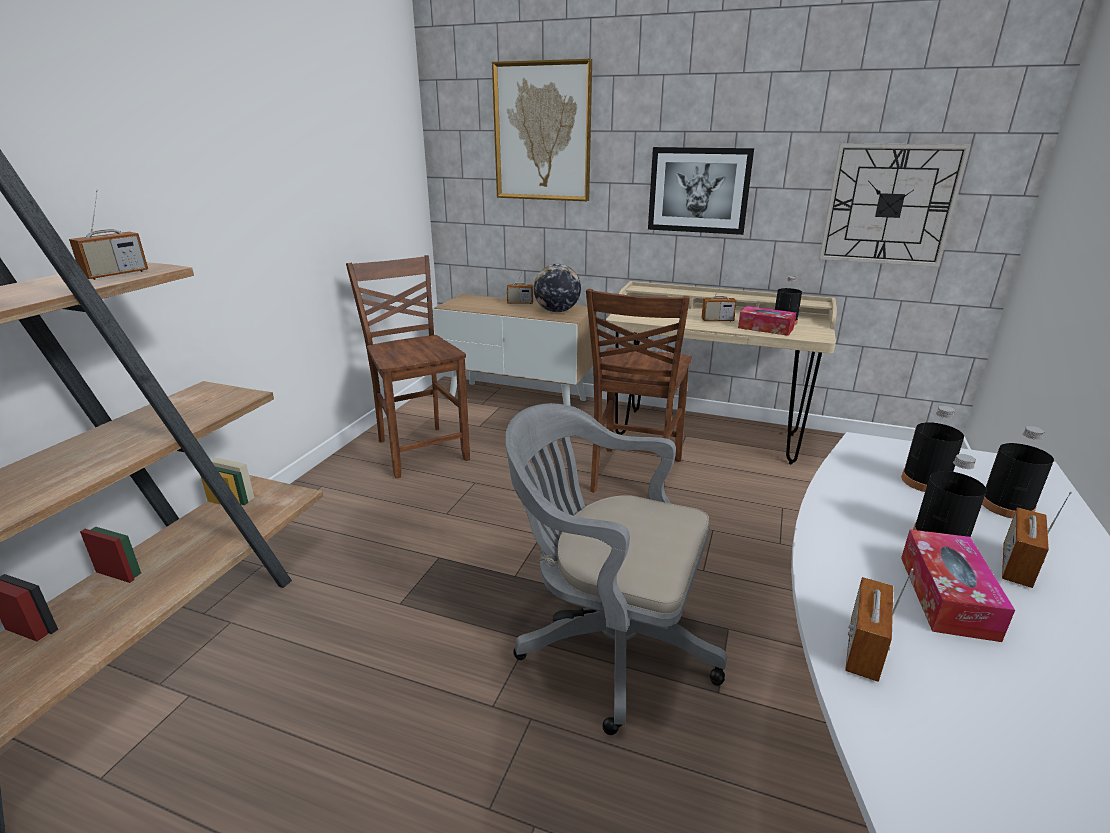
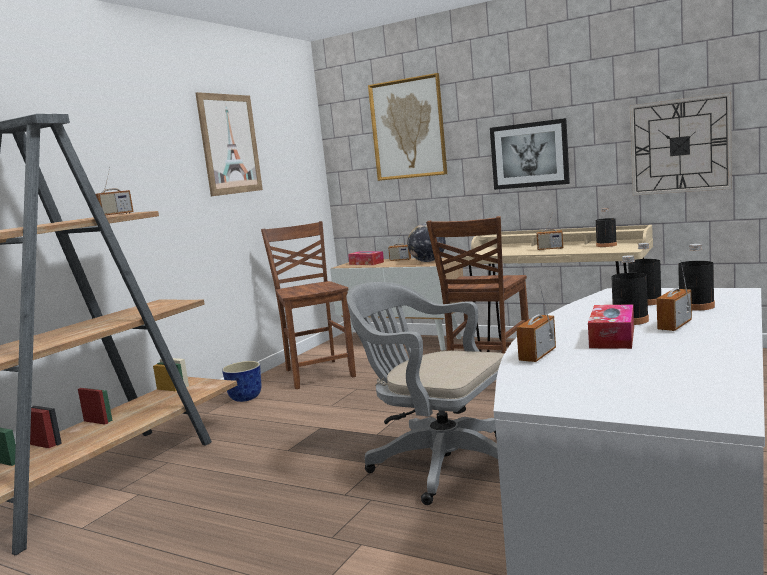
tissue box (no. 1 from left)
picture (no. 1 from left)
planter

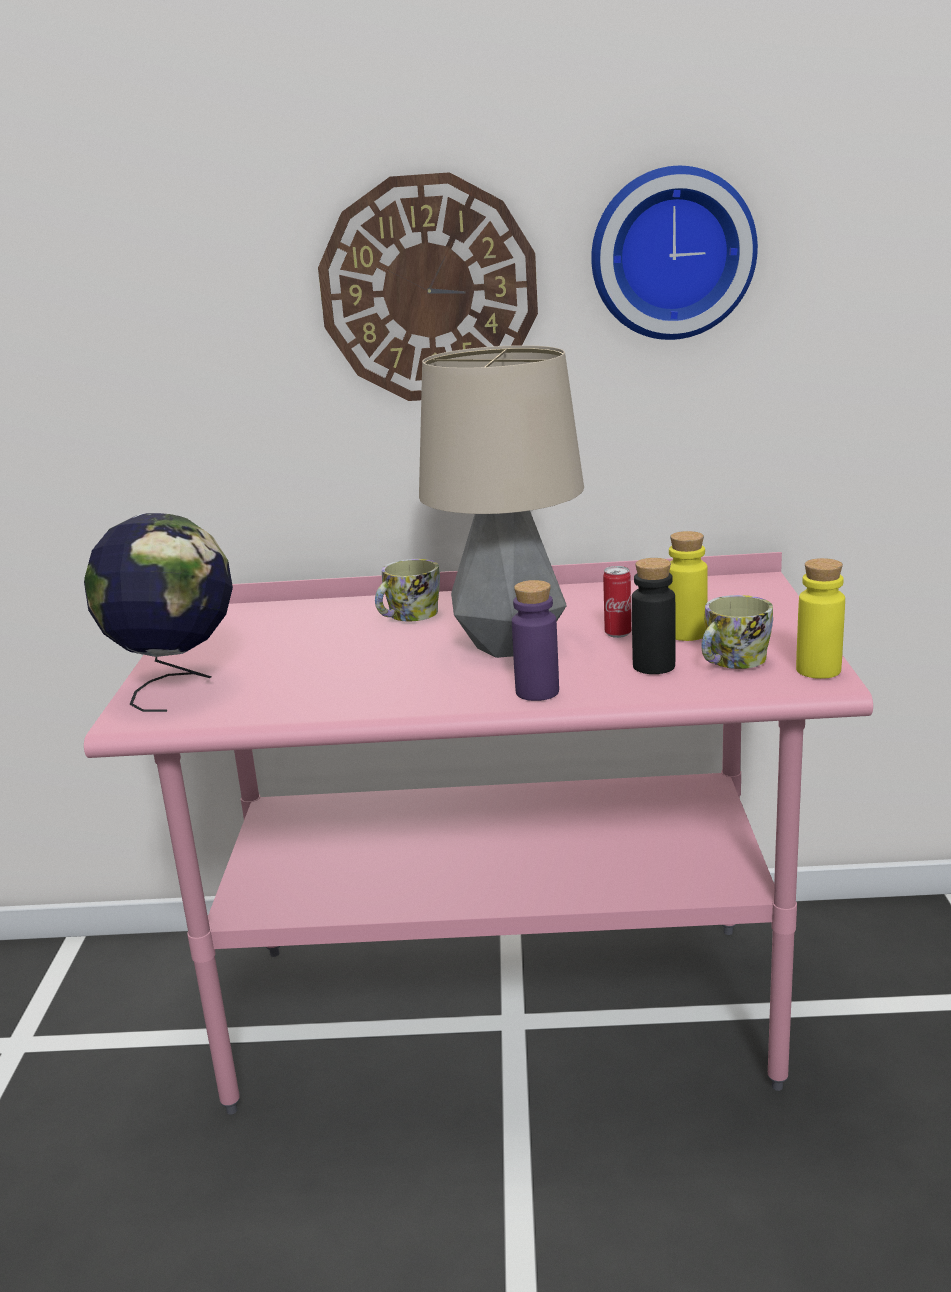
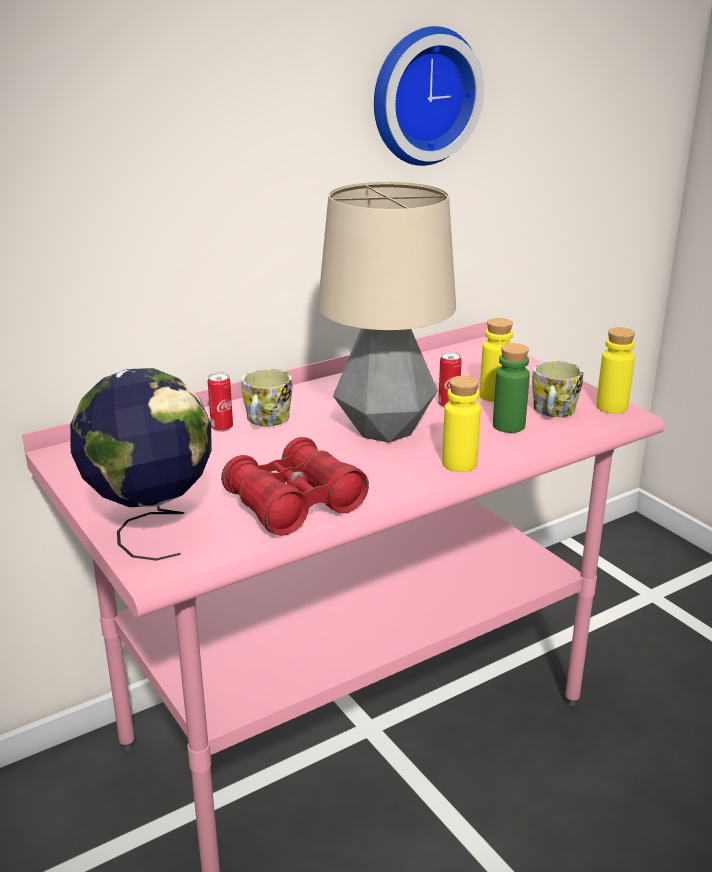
wall clock (no. 1 from left in the first image)
bottle (green)
bottle (yellow) (no. 1 from left)
can (no. 1 from left)
binoculars (red)

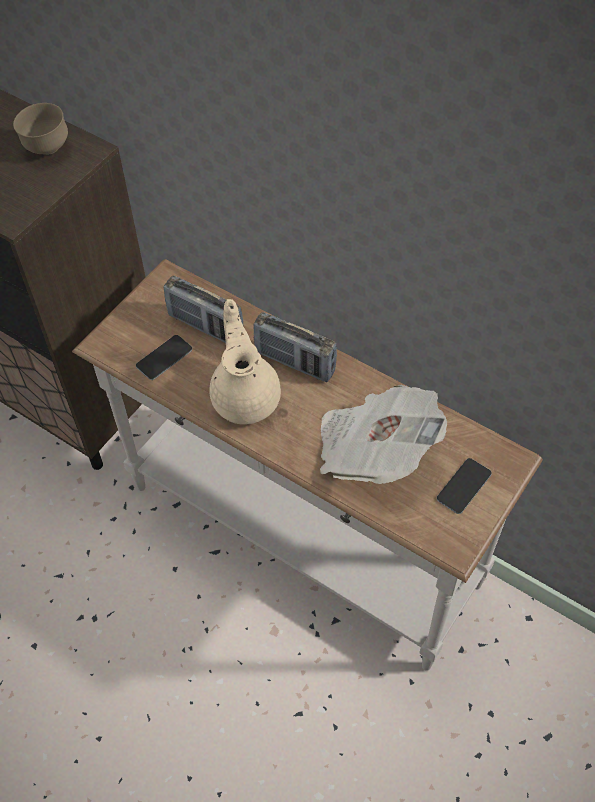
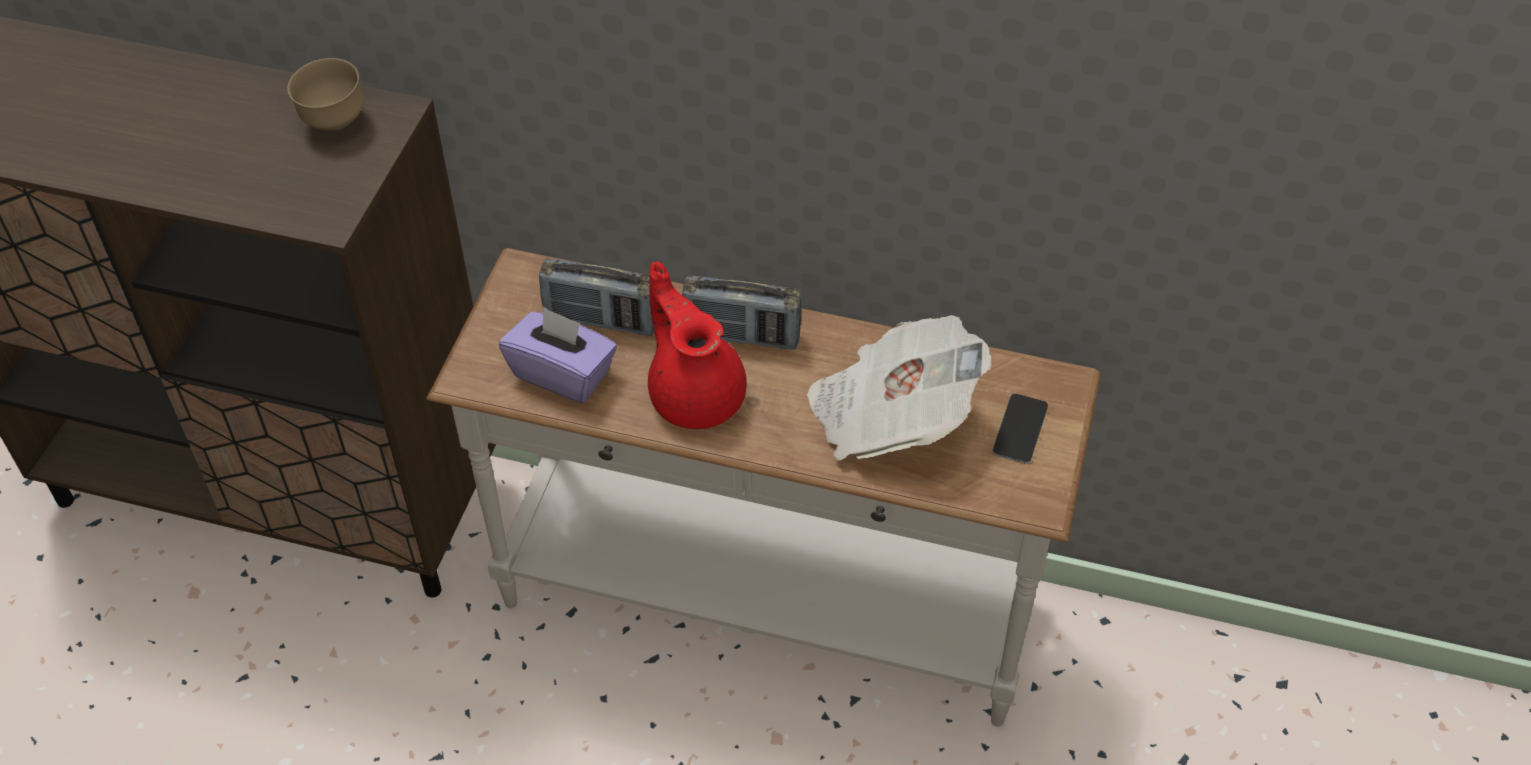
teapot (red)
tissue box (purple)

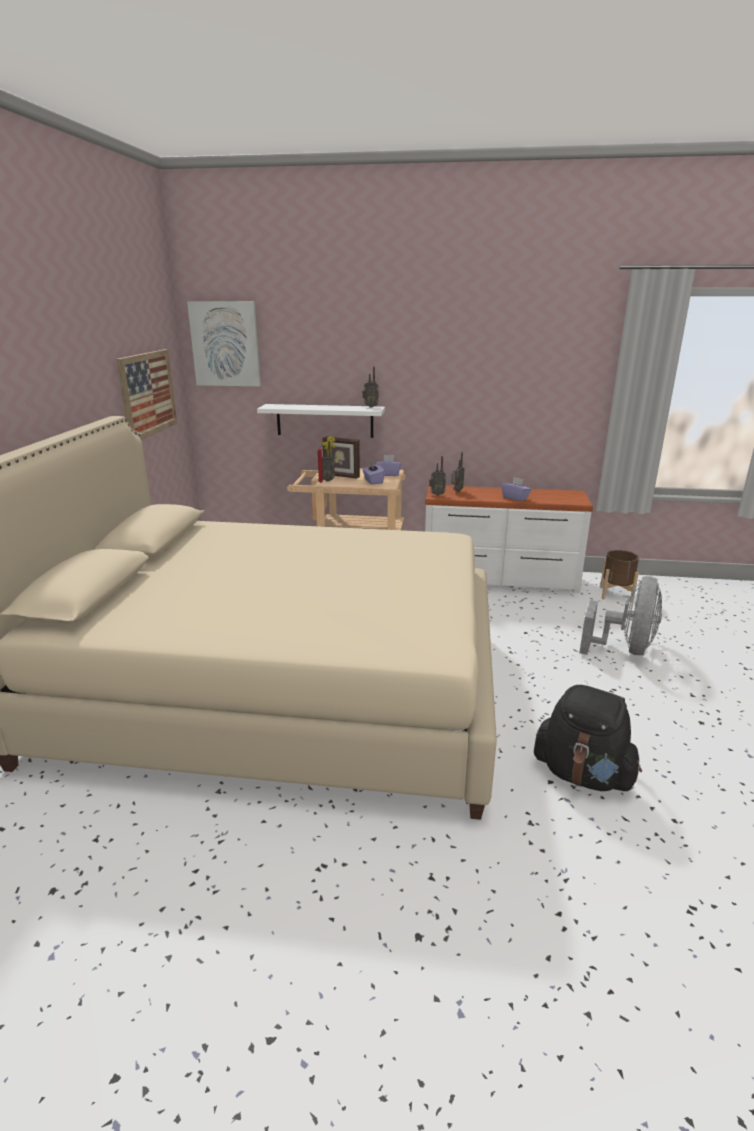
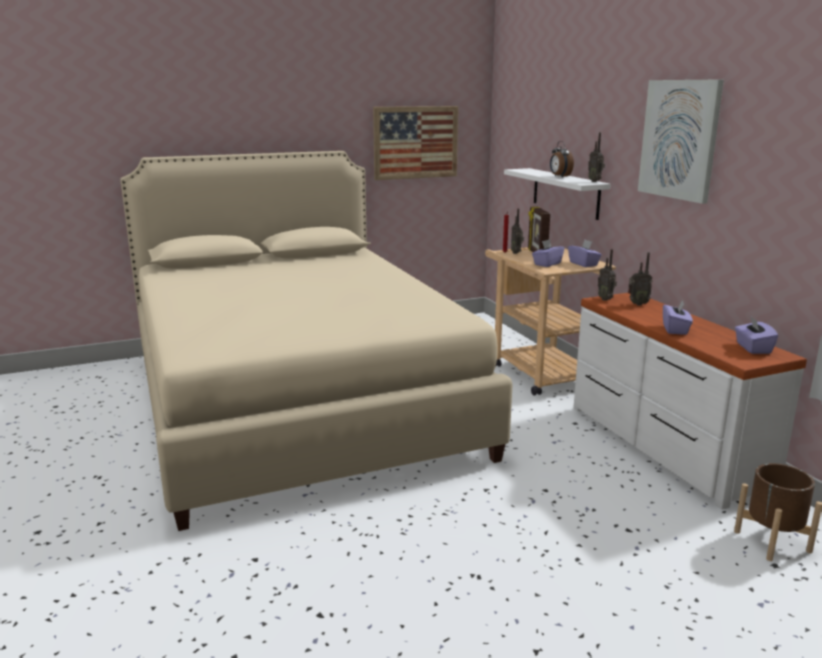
picture (no. 2 from left)
fan (grey)
backpack (black)
alarm clock
tissue box (purple) (no. 4 from left)

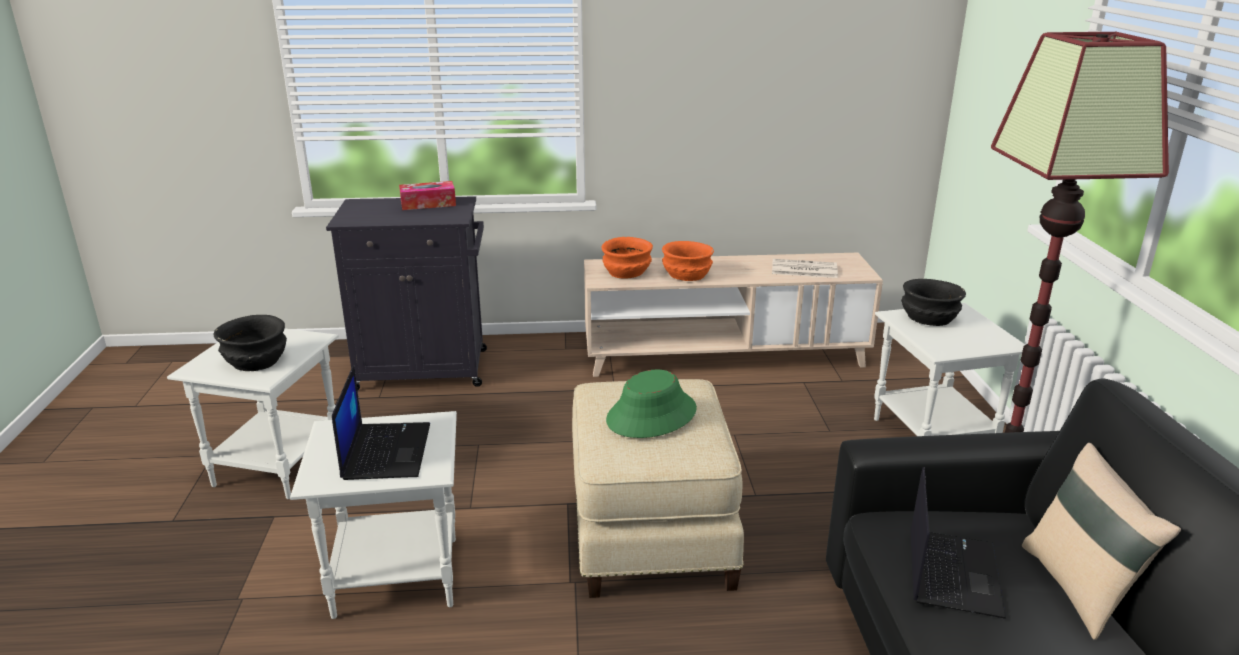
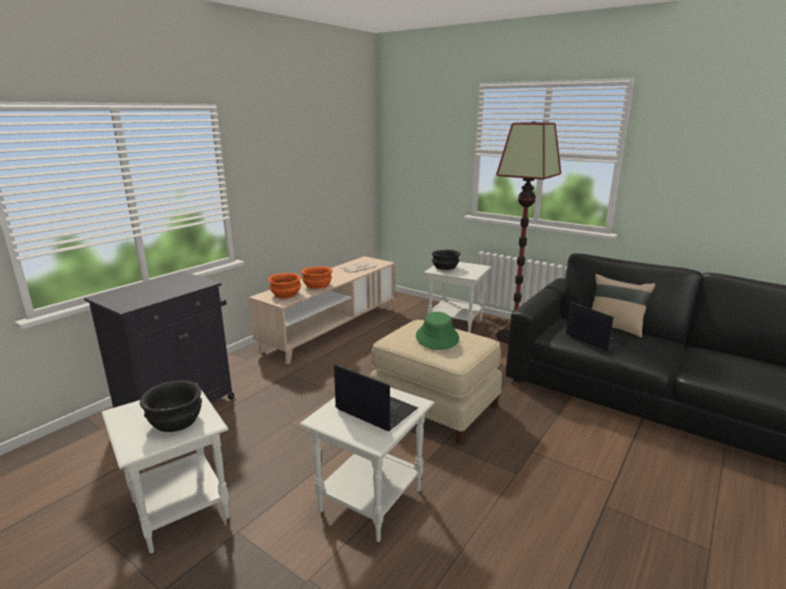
tissue box

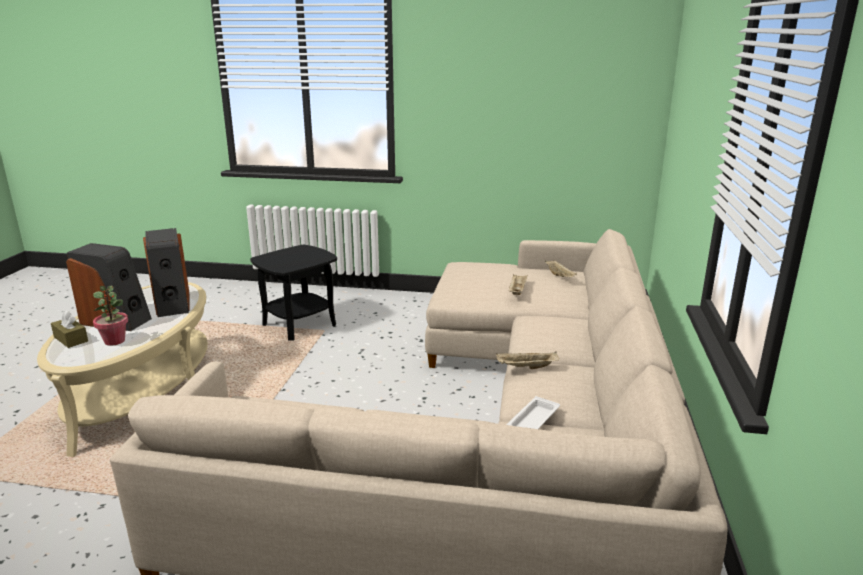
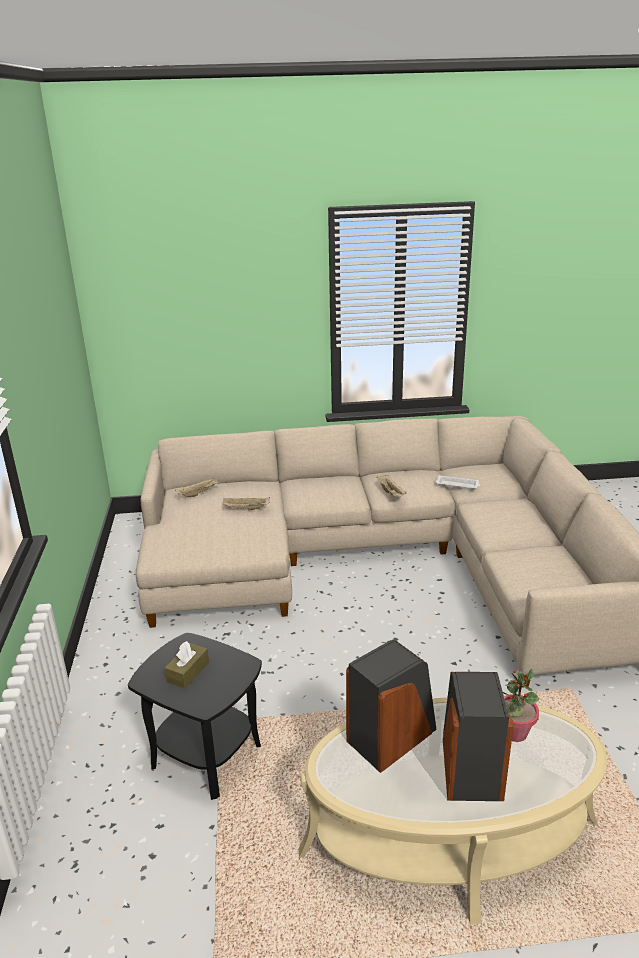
tissue box (brown)

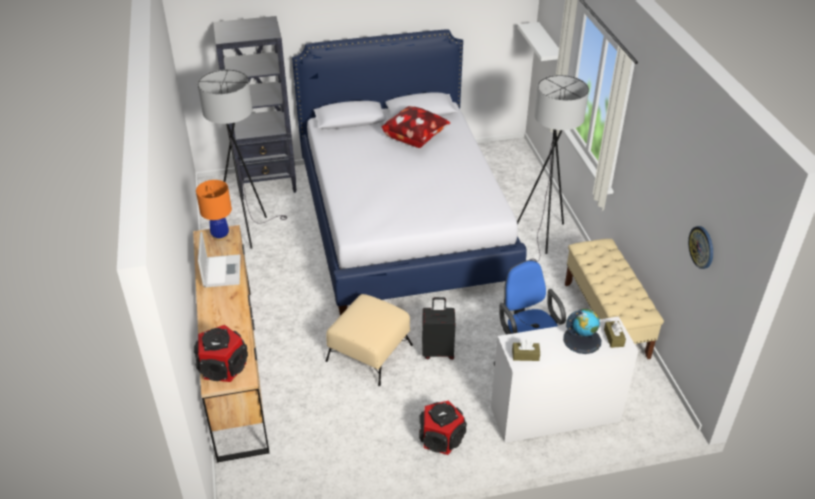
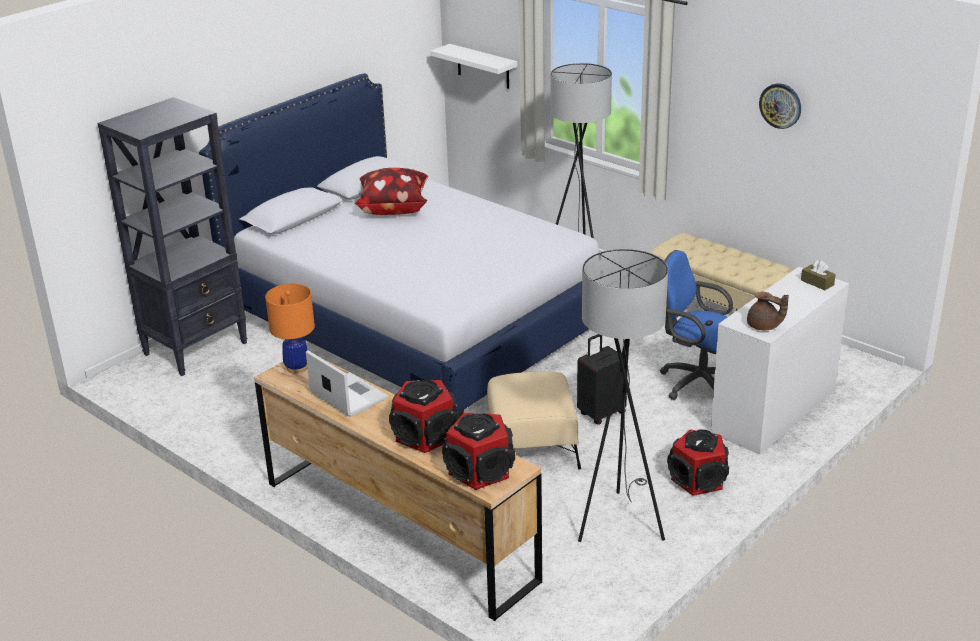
floor lamp (grey) (no. 2 from left)
wall clock
globe
teapot (brown)
speaker (no. 1 from left)

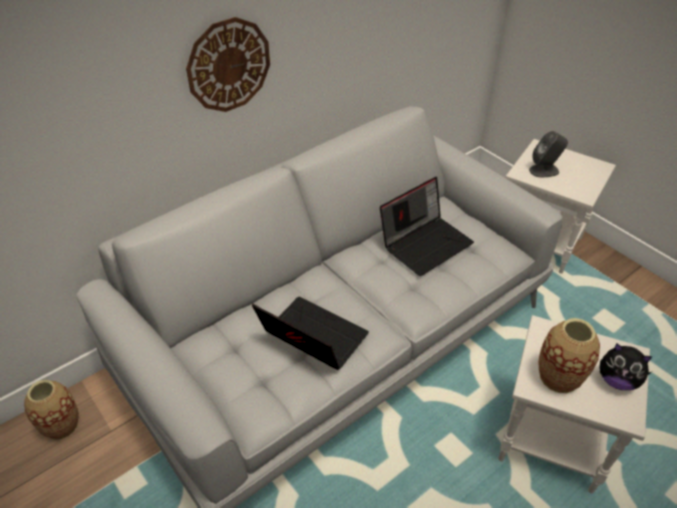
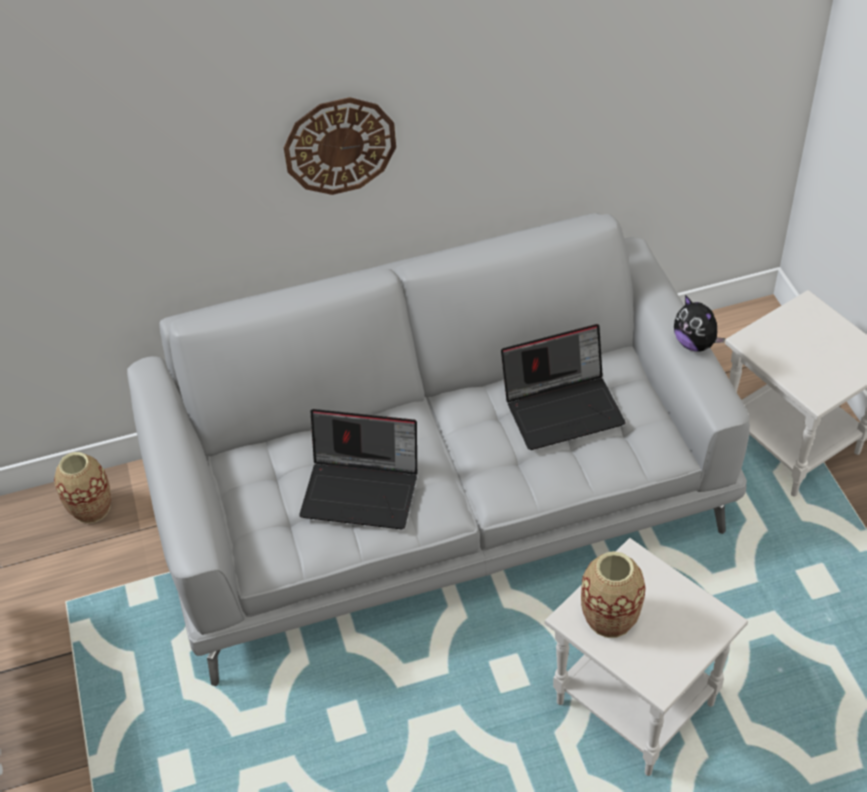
speaker (grey)
laptop (no. 1 from left)
plush toy

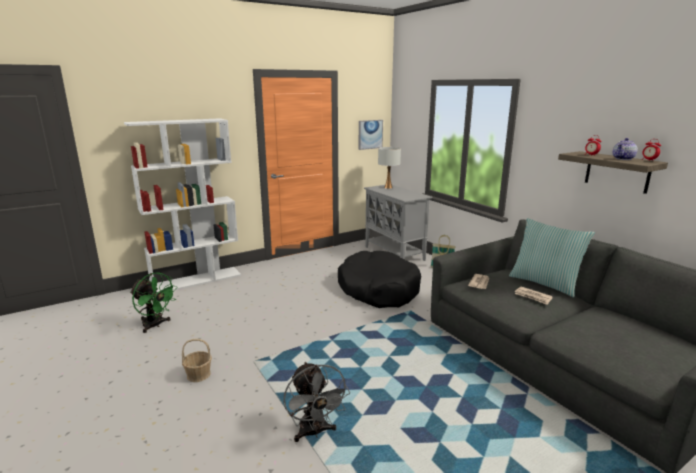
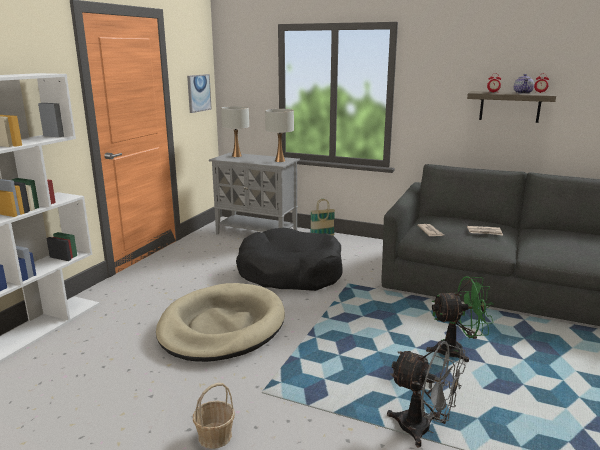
pillow
fan (green)
table lamp (white) (no. 2 from left)
dog bed (beige)

